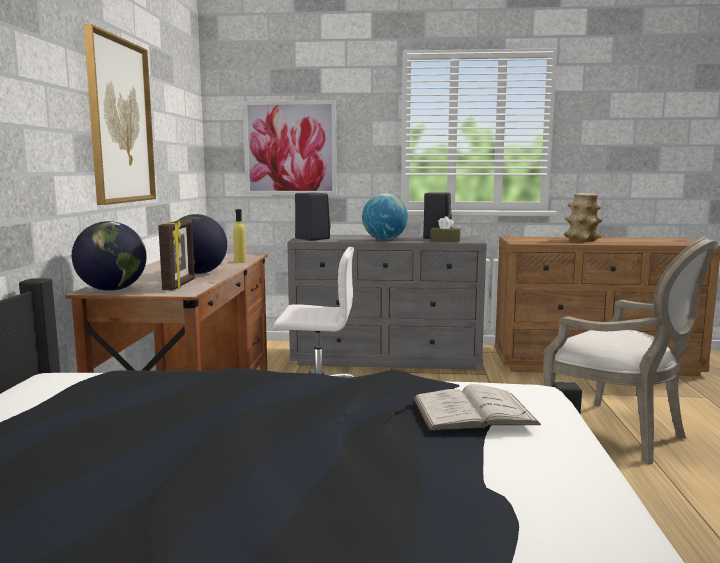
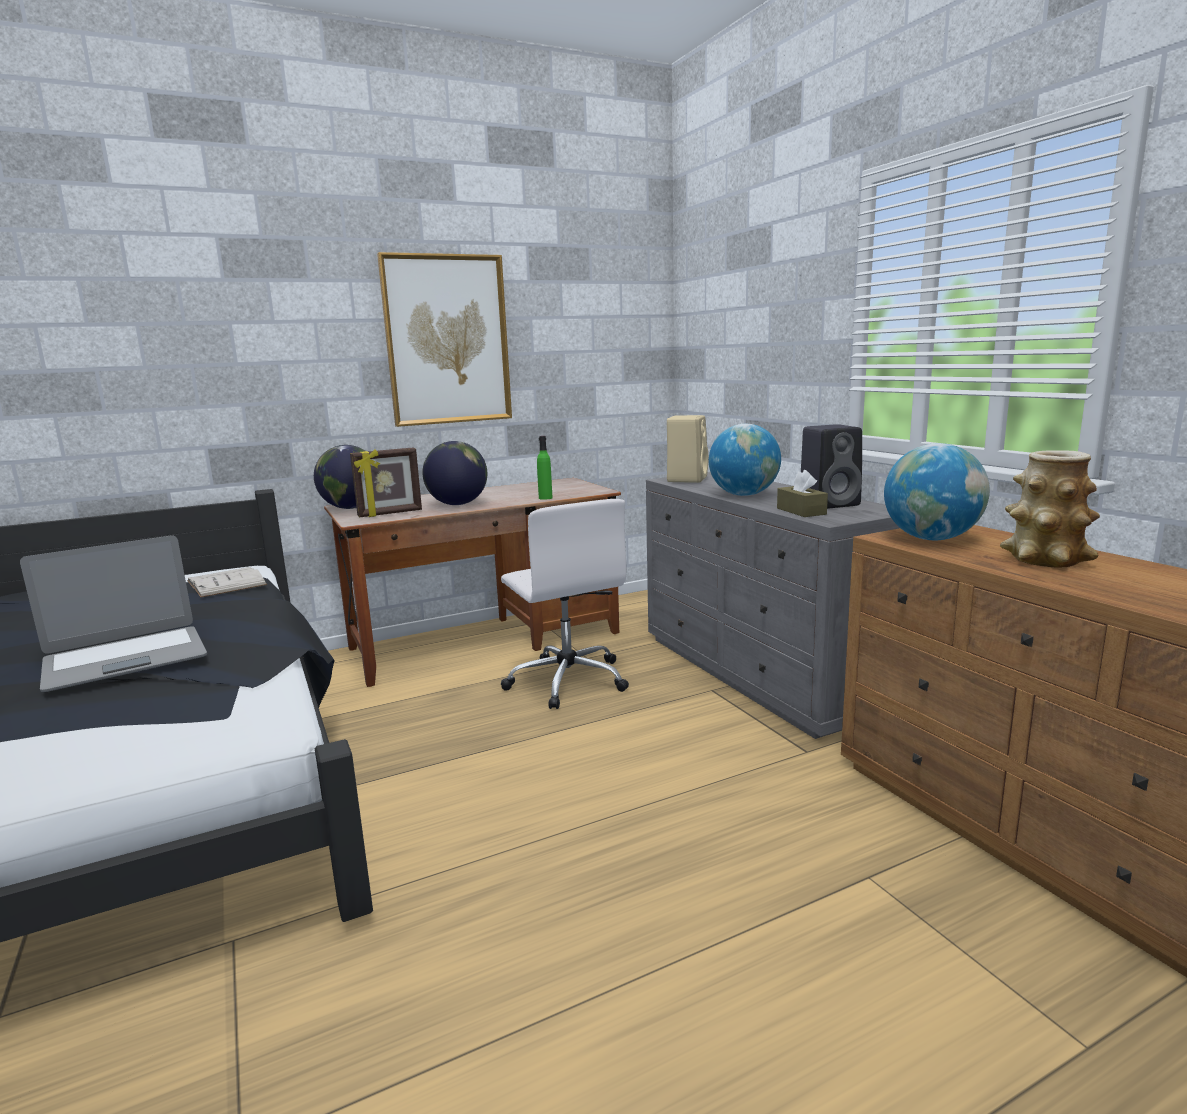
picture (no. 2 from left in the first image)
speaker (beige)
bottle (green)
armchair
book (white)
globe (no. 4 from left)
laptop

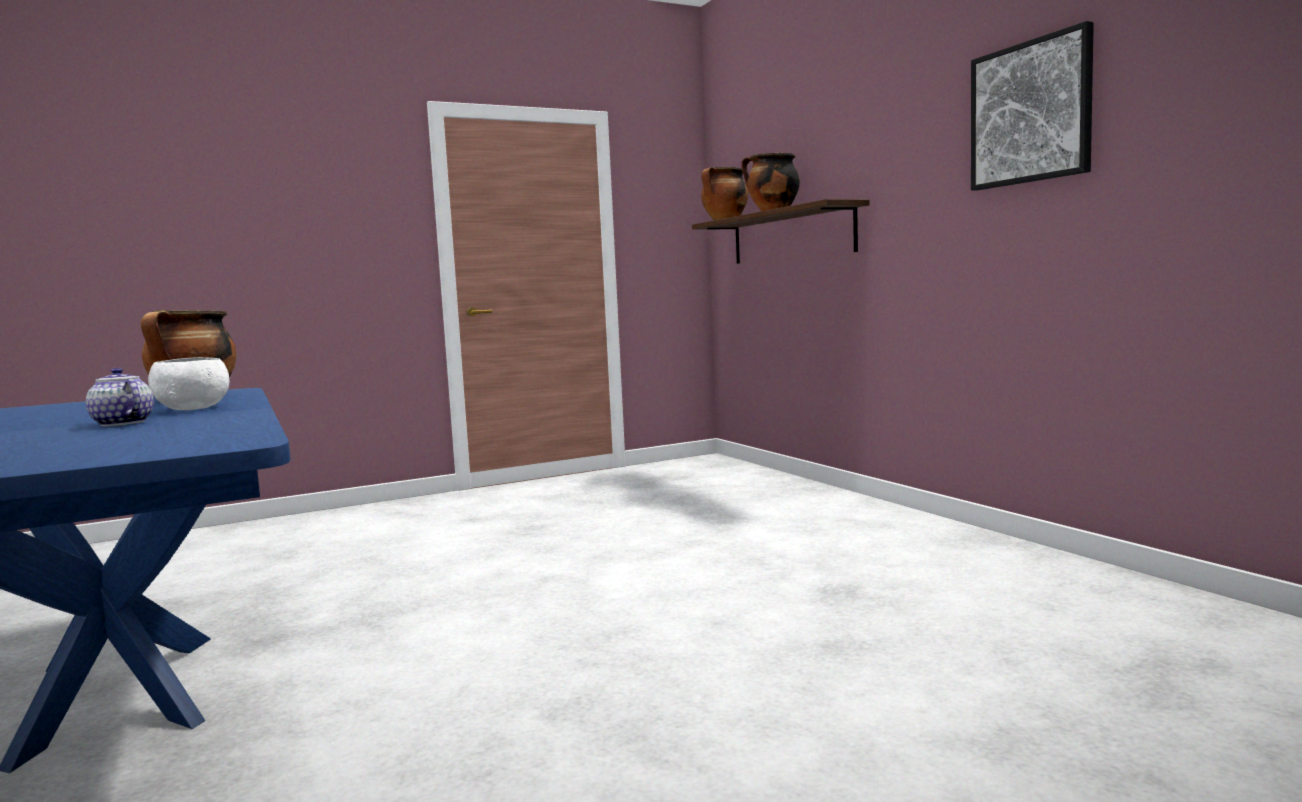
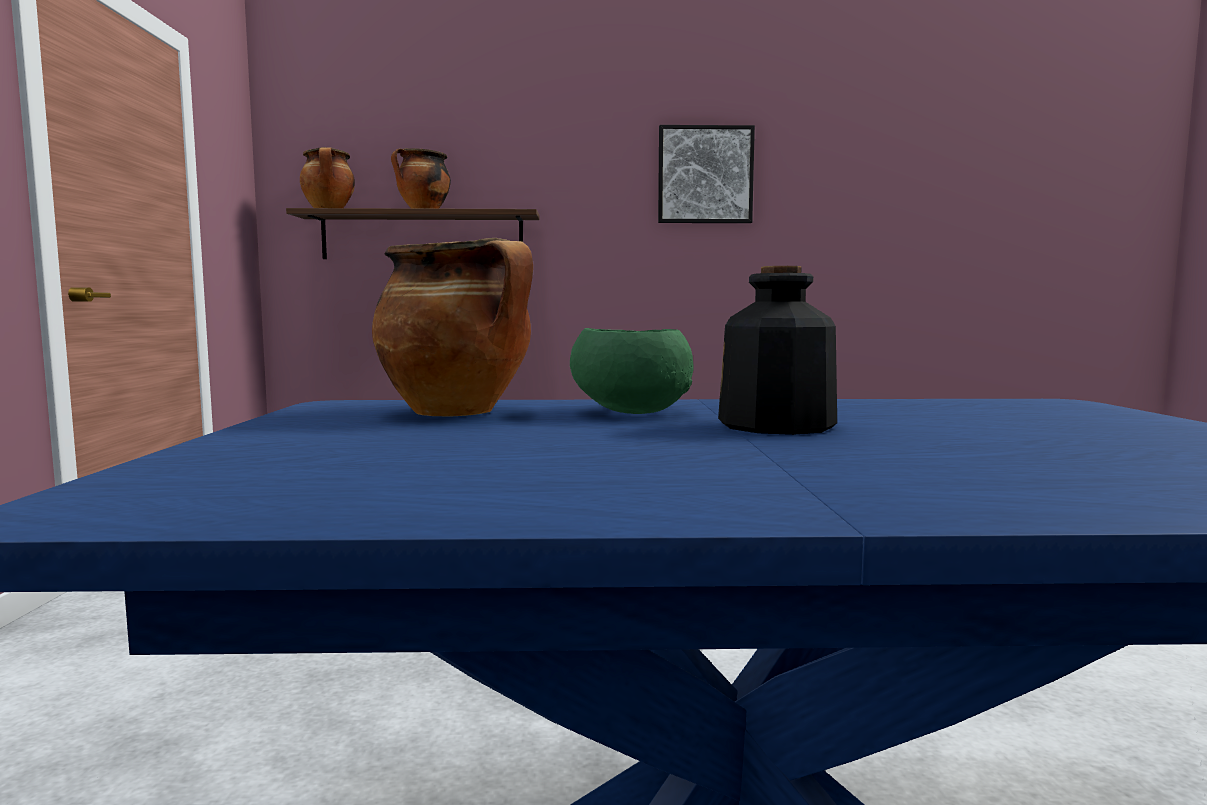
bowl (green)
bottle

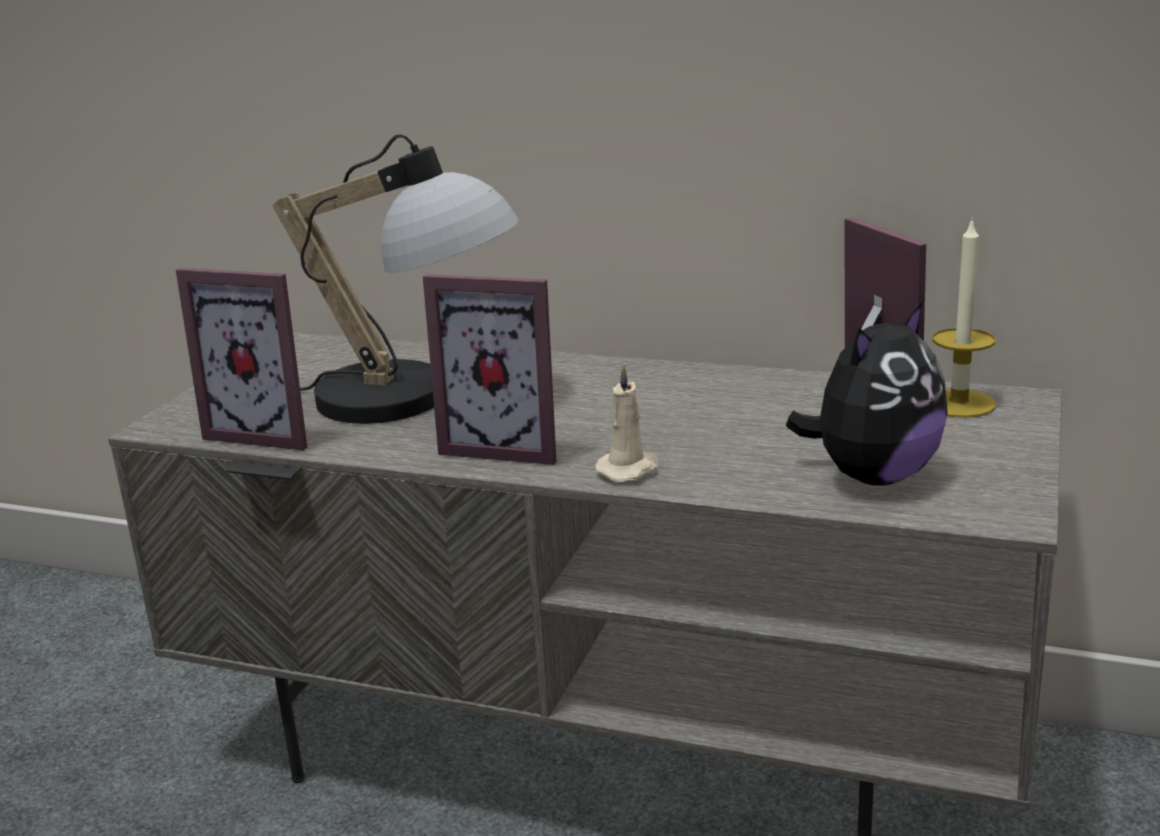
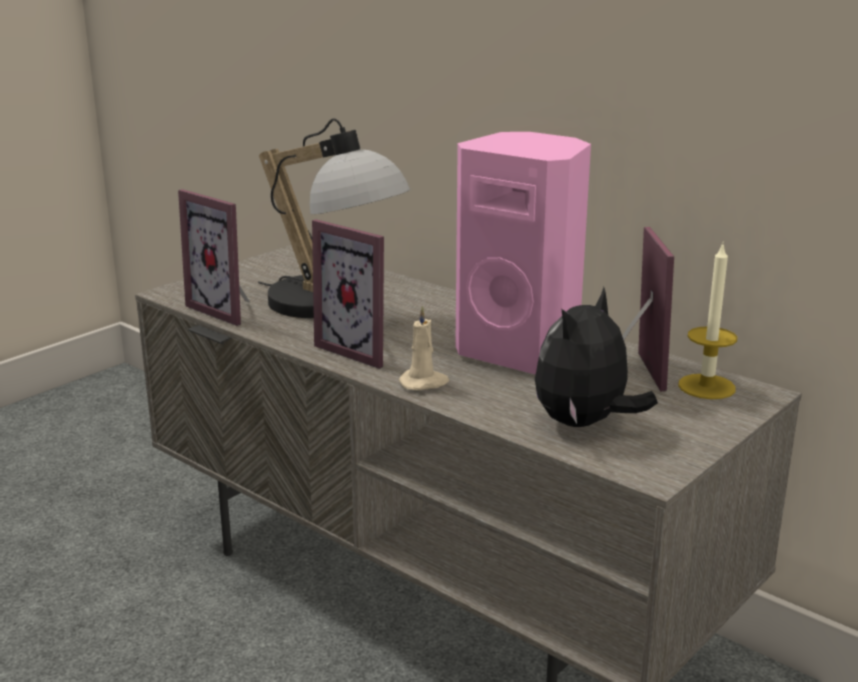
plush toy
speaker (pink)

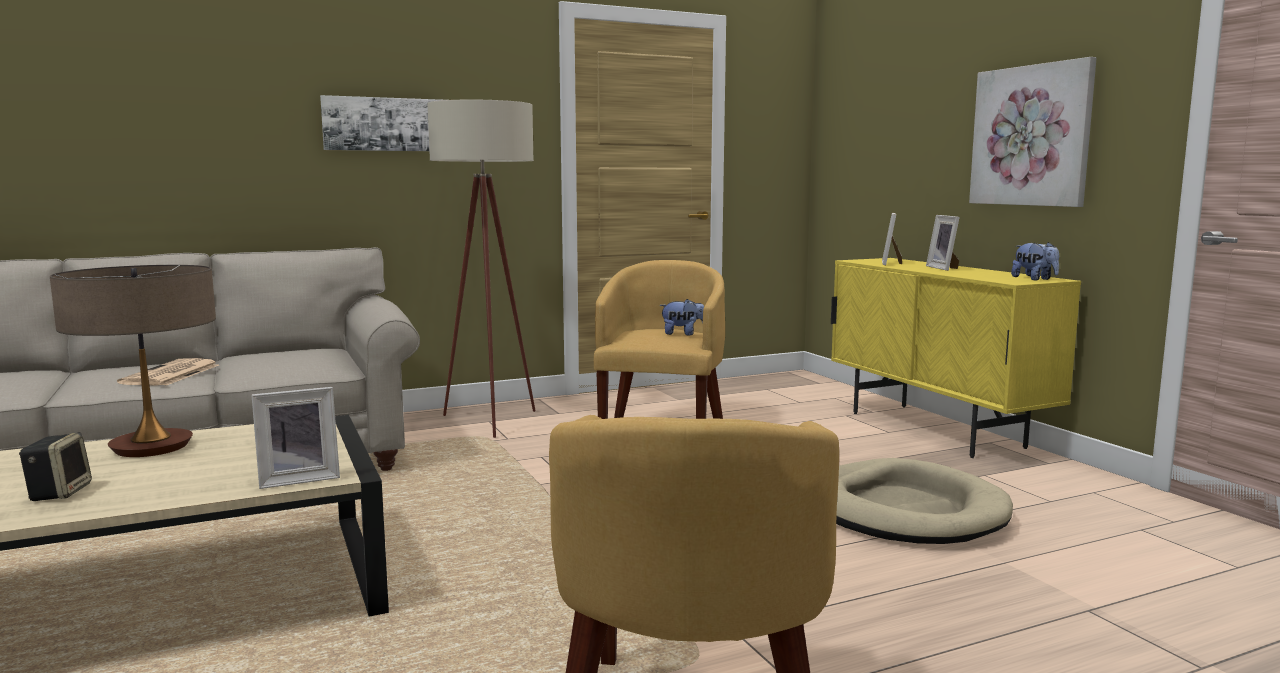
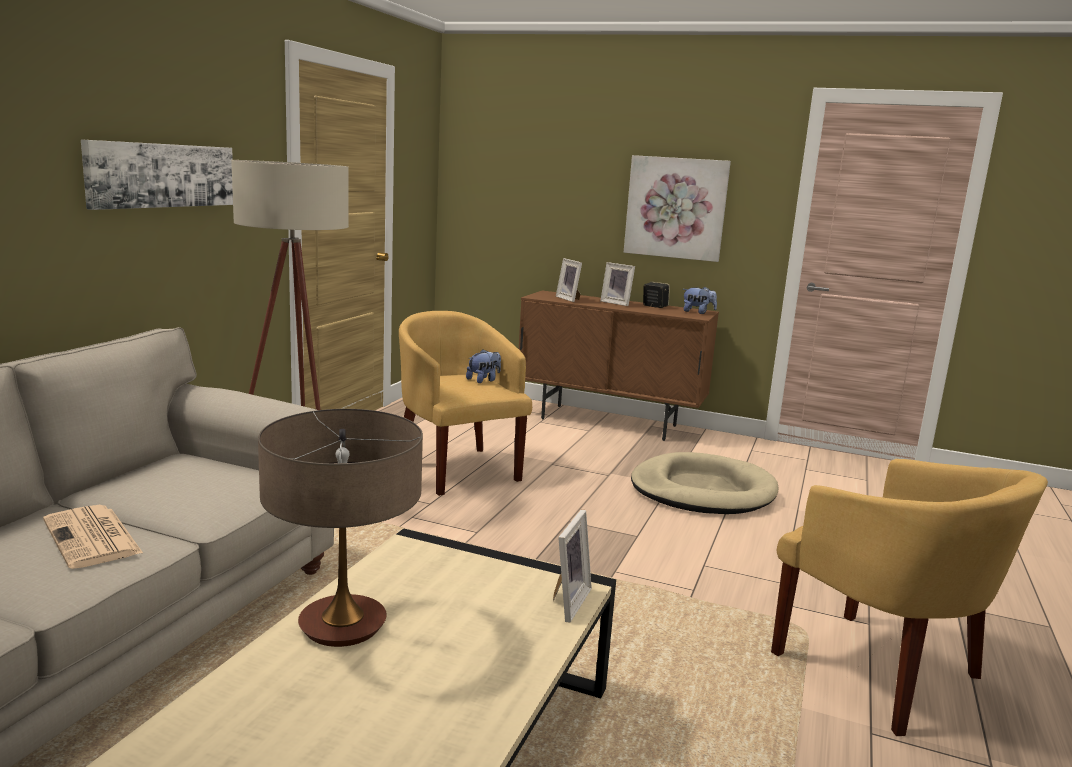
cabinet (brown)
speaker

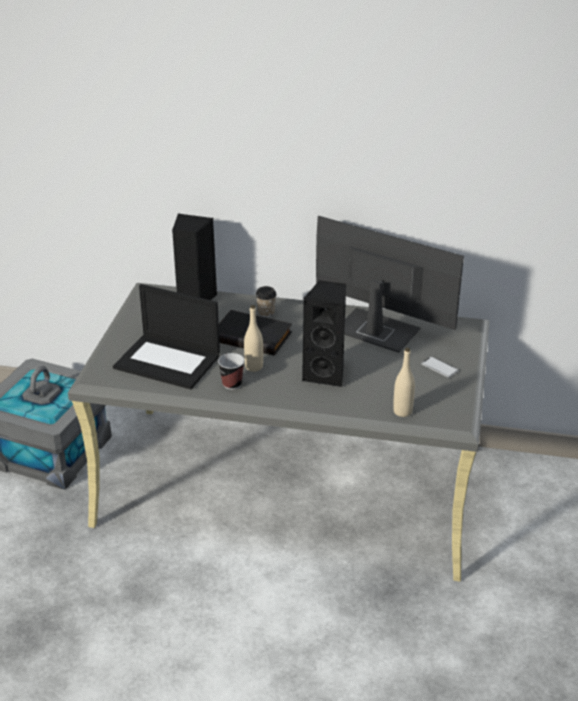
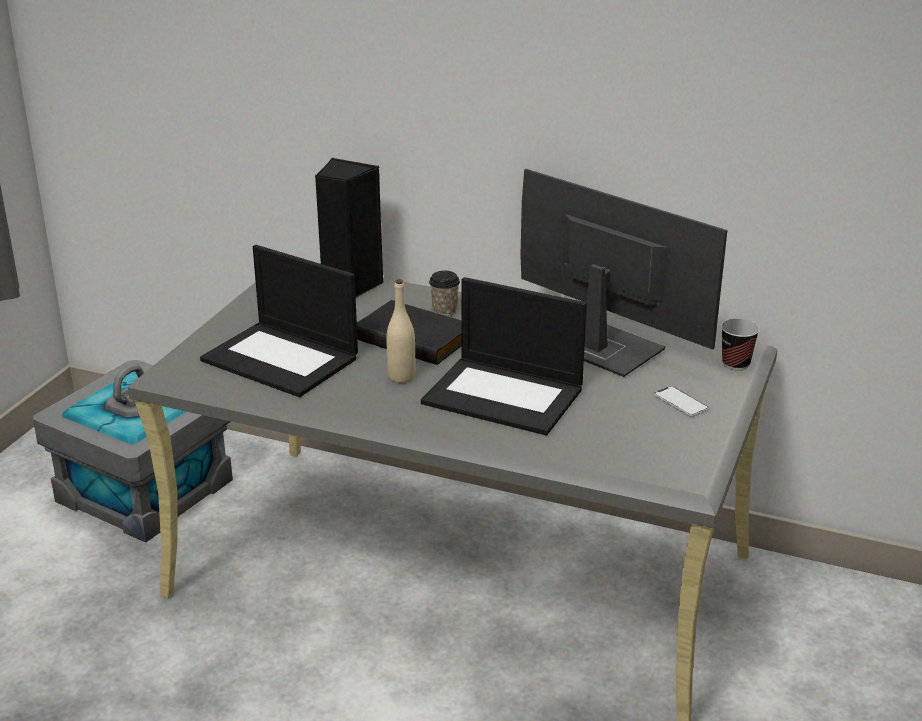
laptop (no. 2 from left)
bottle (beige) (no. 2 from left in the first image)
cup (no. 2 from left)

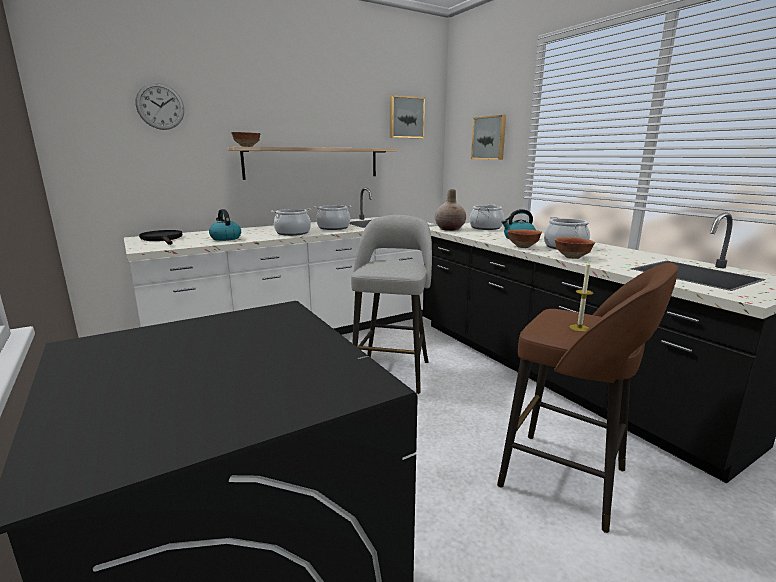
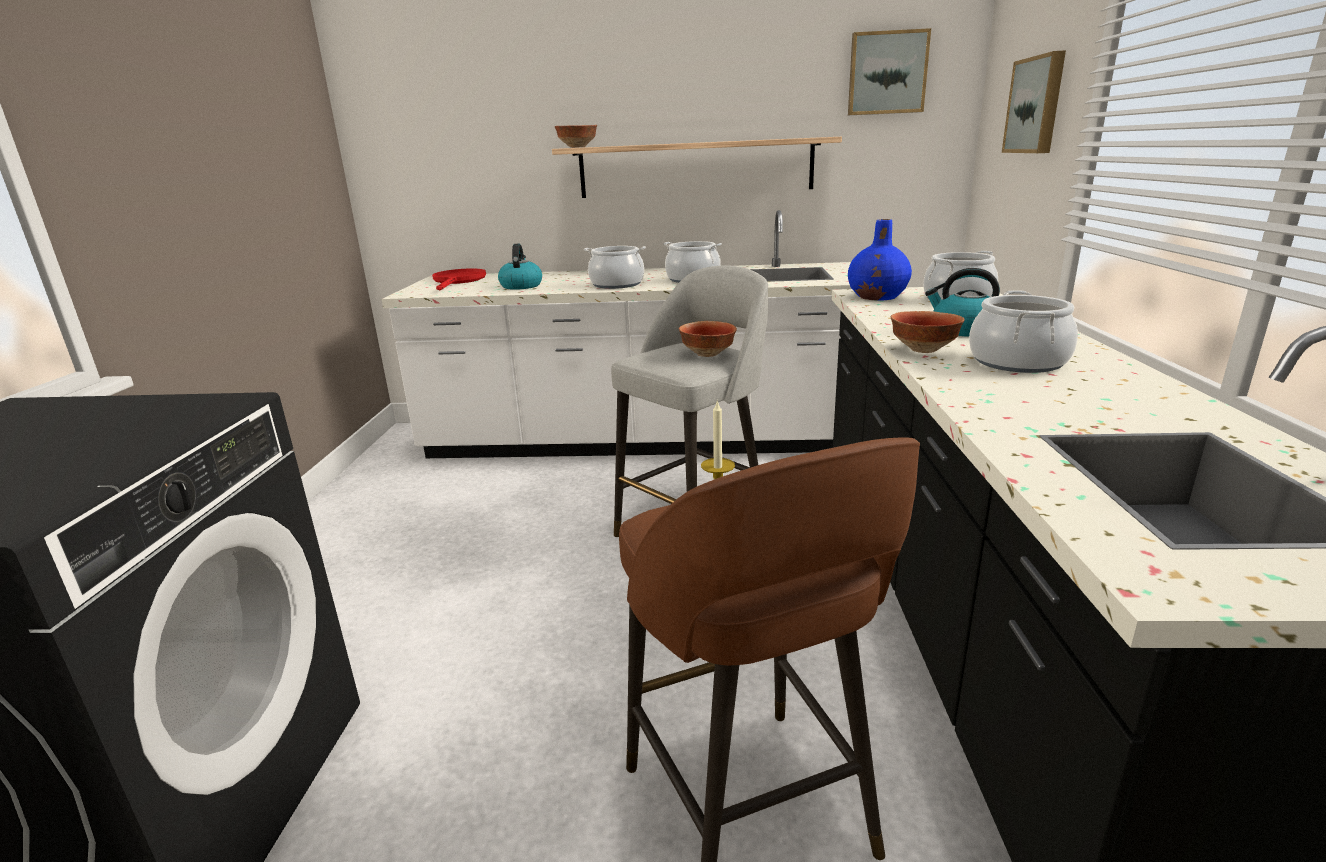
wall clock
vase (blue)
frying pan (red)
bowl (no. 2 from left)

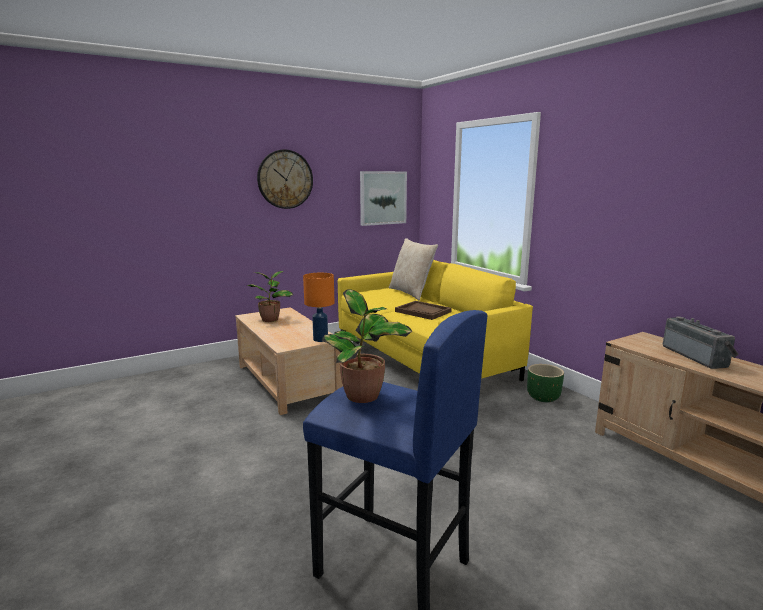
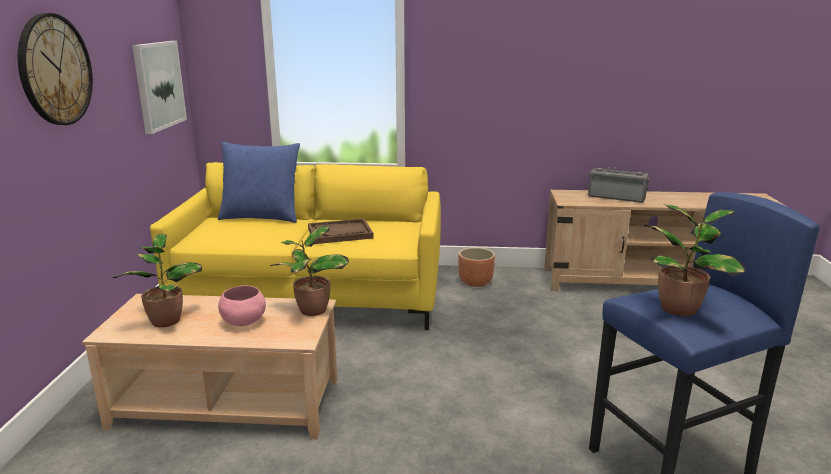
pillow (blue)
potted plant (no. 2 from left)
planter (brown)
bowl (pink)

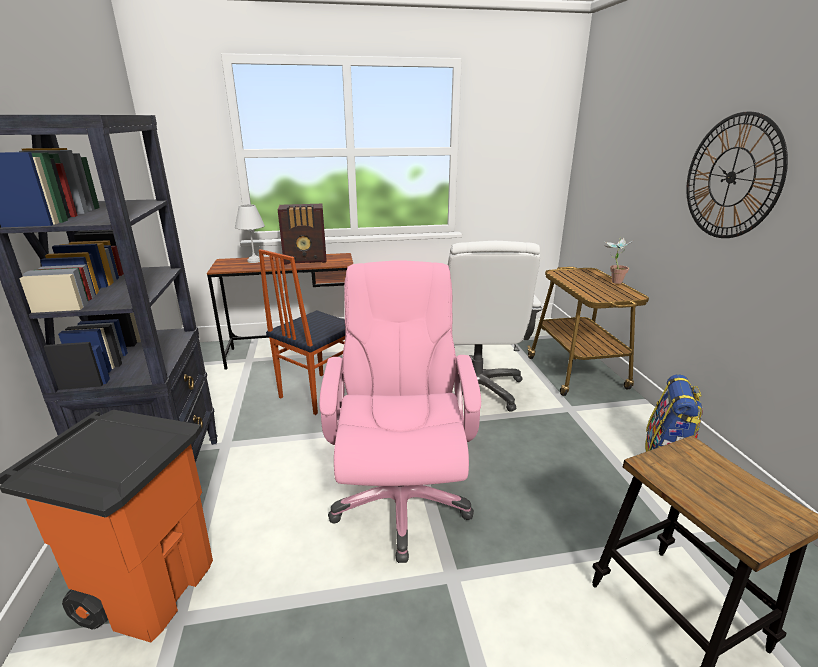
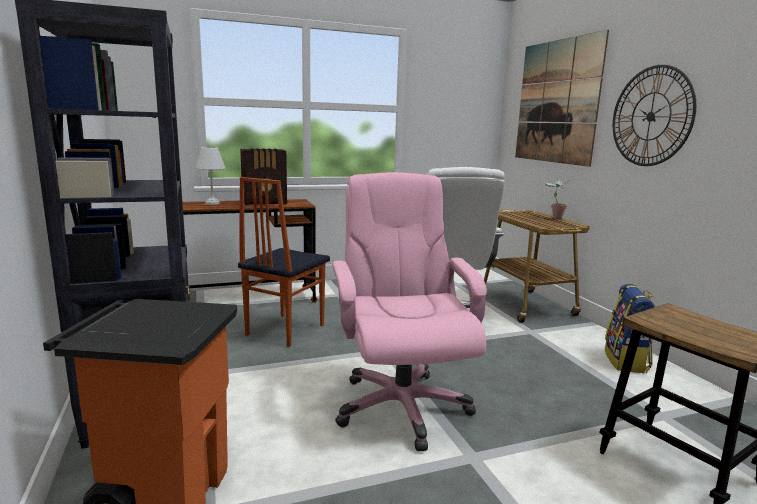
picture

